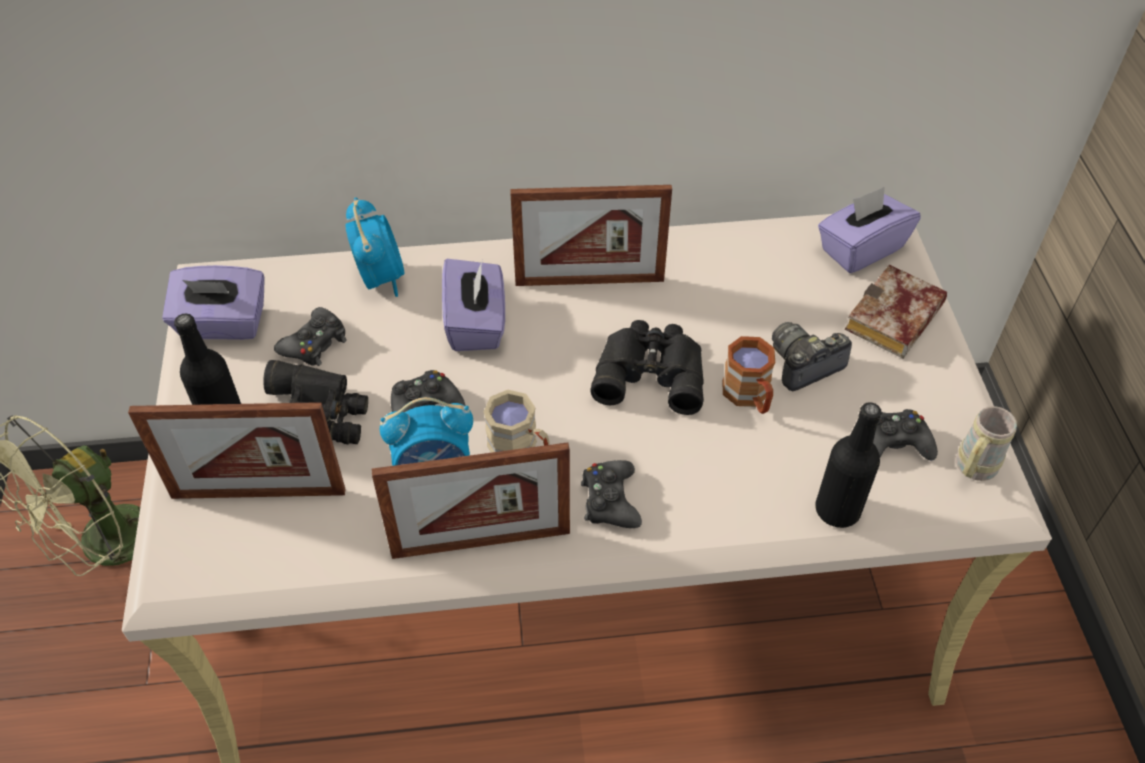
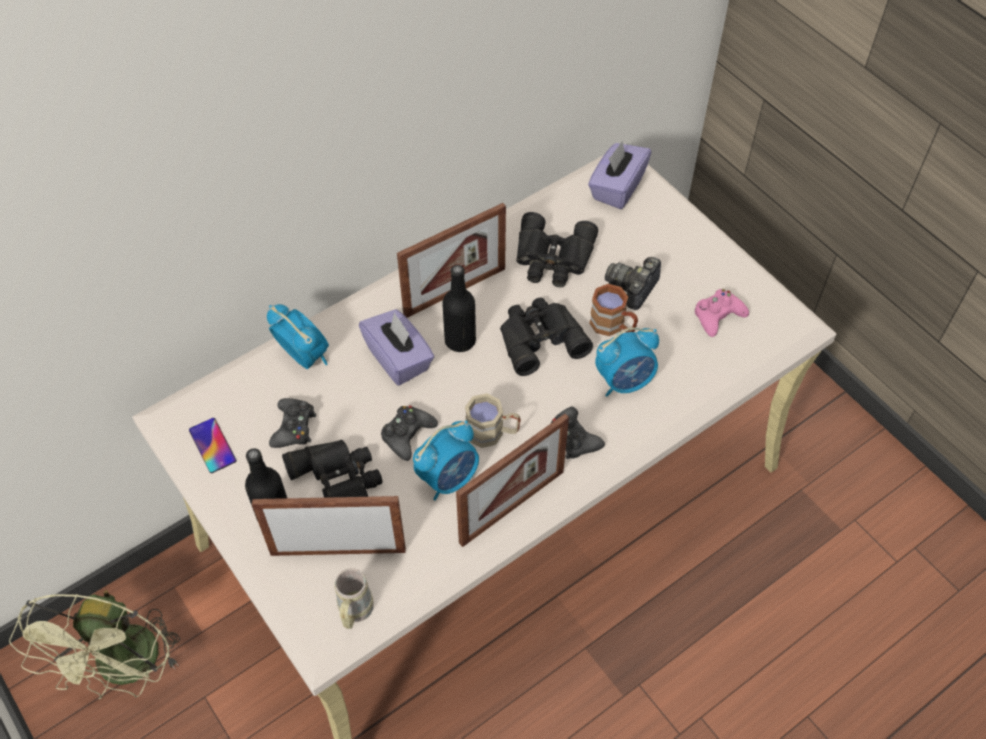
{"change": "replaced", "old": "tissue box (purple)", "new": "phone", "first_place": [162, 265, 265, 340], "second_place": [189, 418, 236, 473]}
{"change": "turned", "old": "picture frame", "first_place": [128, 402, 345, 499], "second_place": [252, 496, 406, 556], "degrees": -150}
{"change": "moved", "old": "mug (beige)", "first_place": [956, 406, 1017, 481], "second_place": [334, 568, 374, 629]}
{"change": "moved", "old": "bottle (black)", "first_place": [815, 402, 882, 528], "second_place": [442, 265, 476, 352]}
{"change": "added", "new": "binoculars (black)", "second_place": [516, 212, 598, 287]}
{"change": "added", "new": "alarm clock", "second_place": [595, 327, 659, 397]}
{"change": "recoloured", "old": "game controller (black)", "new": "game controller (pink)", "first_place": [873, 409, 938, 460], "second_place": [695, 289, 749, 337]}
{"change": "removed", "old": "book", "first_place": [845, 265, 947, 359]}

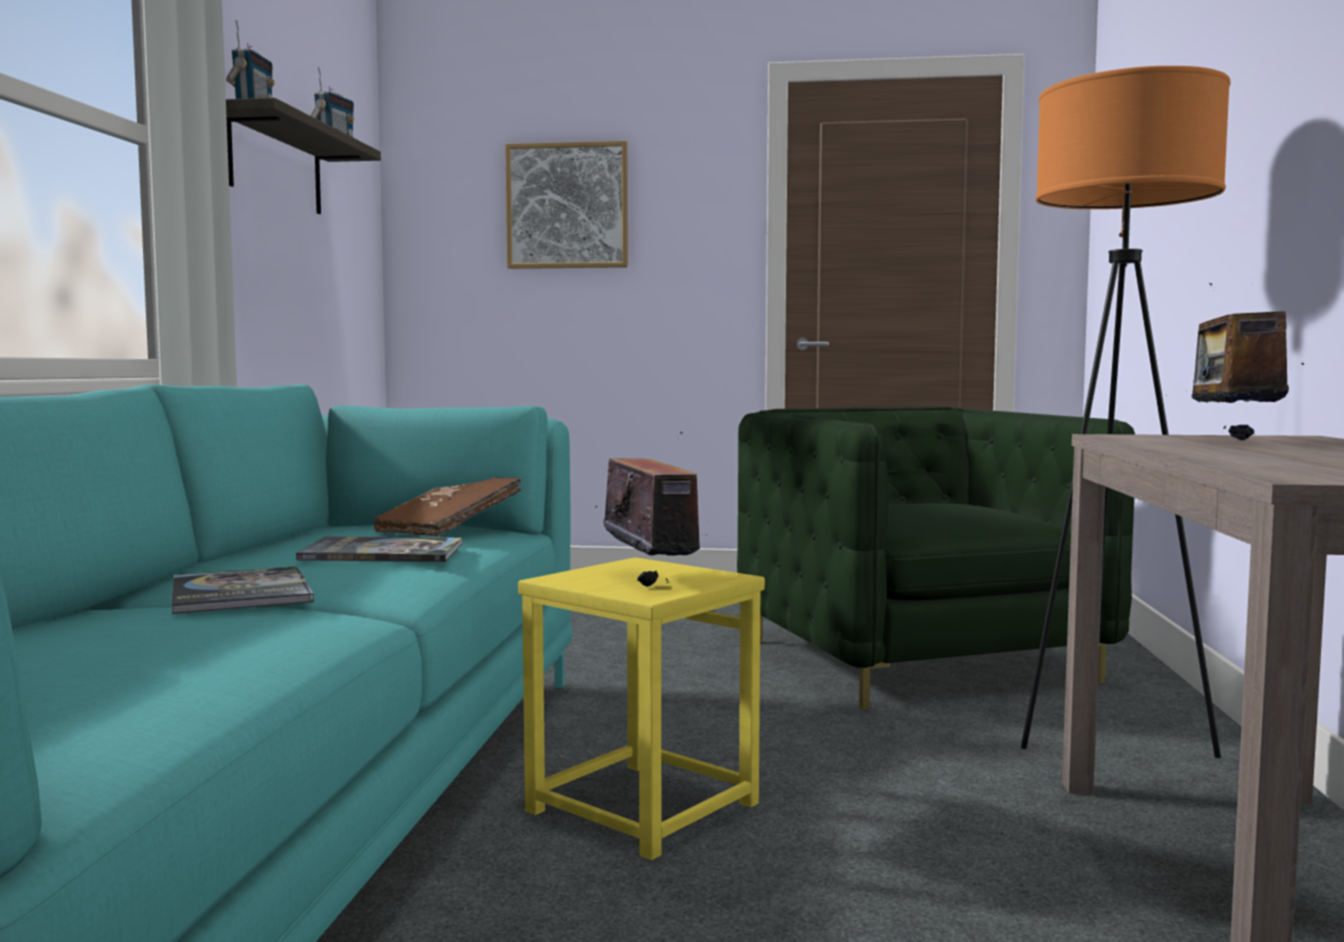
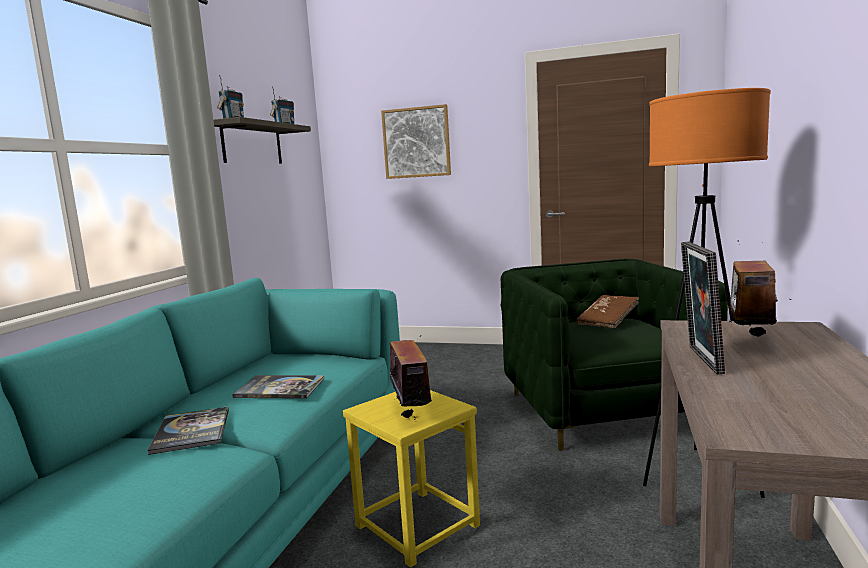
{"change": "moved", "old": "book (brown)", "first_place": [374, 477, 522, 536], "second_place": [577, 295, 639, 328]}
{"change": "added", "new": "picture frame", "second_place": [681, 242, 725, 375]}

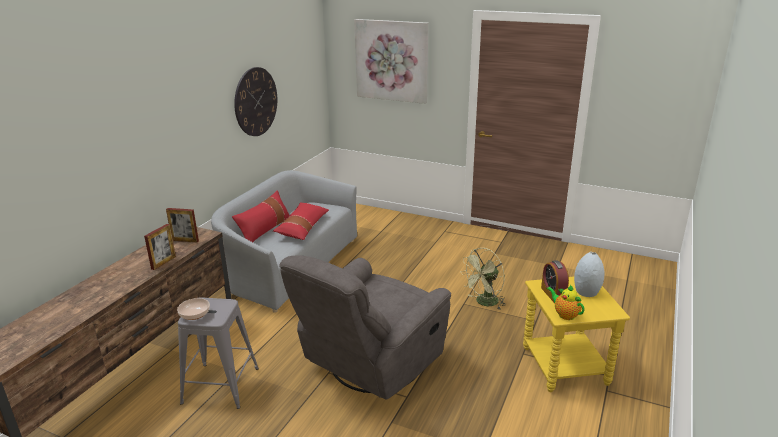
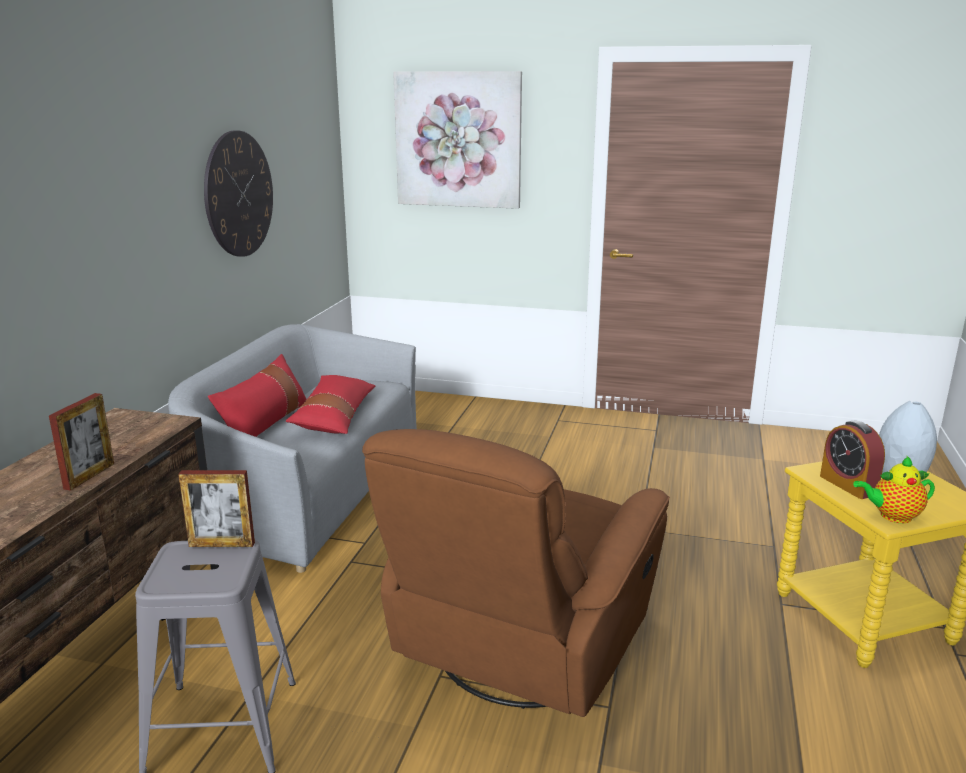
{"change": "moved", "old": "picture frame", "first_place": [166, 208, 199, 242], "second_place": [178, 470, 255, 547]}
{"change": "recoloured", "old": "armchair (grey)", "new": "armchair (brown)", "first_place": [279, 255, 451, 400], "second_place": [362, 429, 670, 717]}
{"change": "turned", "old": "teapot", "first_place": [546, 285, 584, 320], "second_place": [853, 455, 935, 523], "degrees": -45}
{"change": "removed", "old": "bowl", "first_place": [177, 298, 210, 320]}
{"change": "removed", "old": "fan (green)", "first_place": [460, 248, 506, 310]}

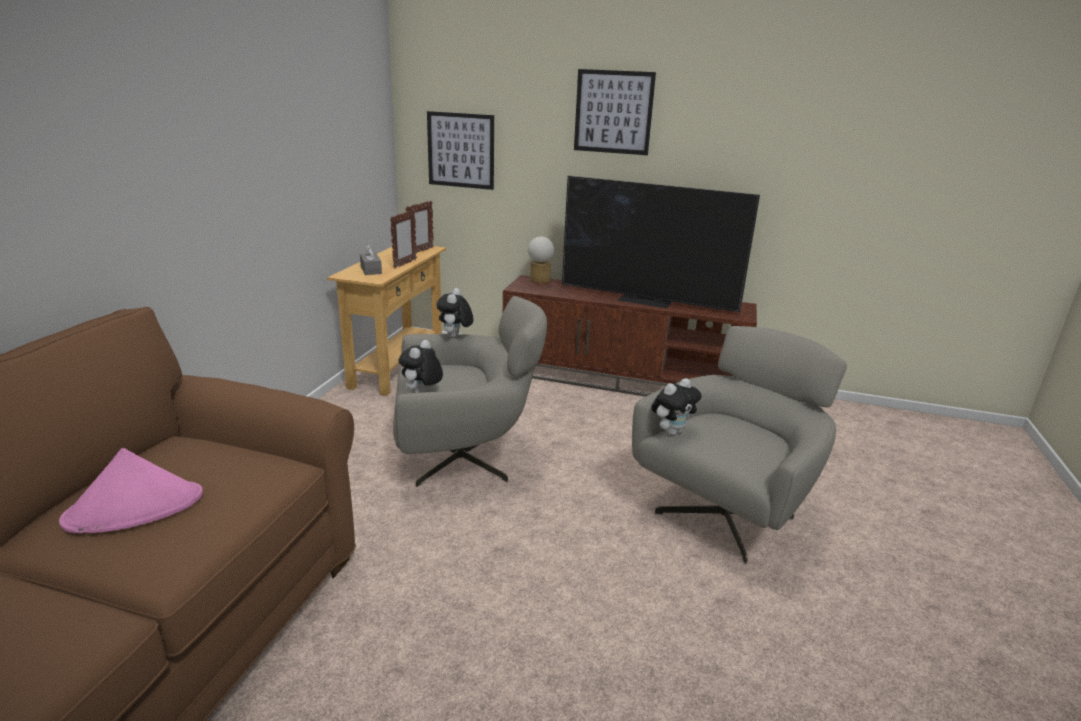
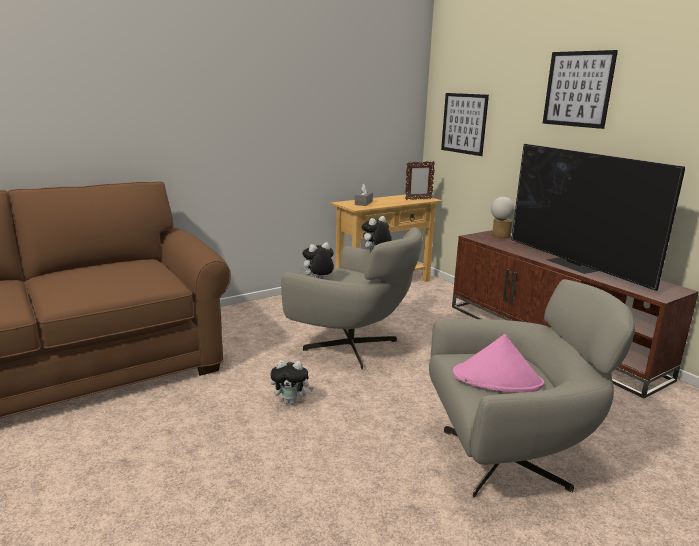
{"change": "moved", "old": "plush toy", "first_place": [651, 378, 701, 435], "second_place": [270, 360, 314, 404]}
{"change": "moved", "old": "hat (pink)", "first_place": [59, 448, 203, 533], "second_place": [453, 334, 544, 392]}
{"change": "removed", "old": "picture frame", "first_place": [390, 209, 417, 269]}

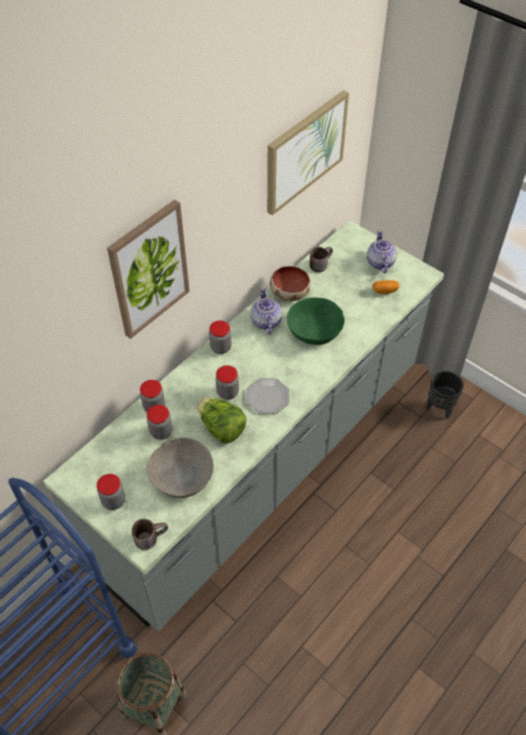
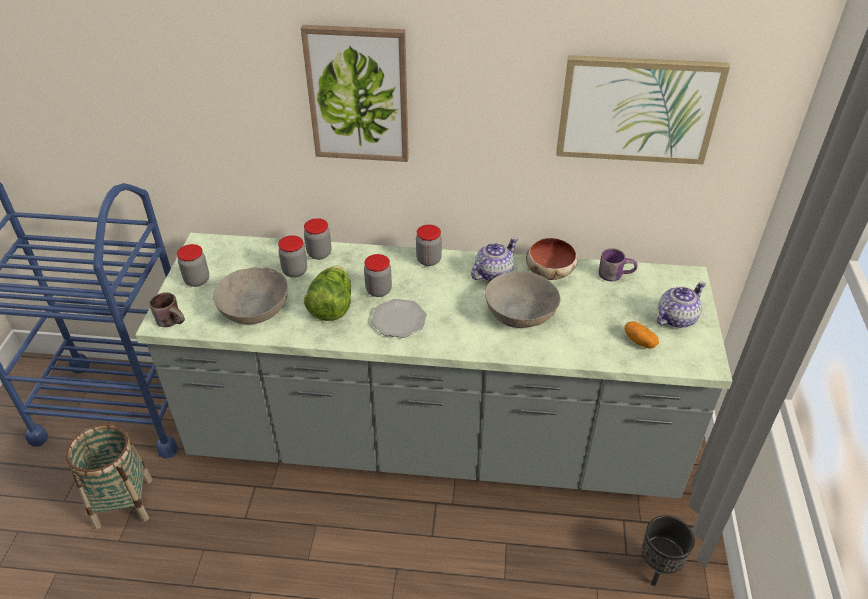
{"change": "recoloured", "old": "bowl (green)", "new": "bowl (grey)", "first_place": [287, 298, 345, 345], "second_place": [485, 271, 560, 328]}
{"change": "recoloured", "old": "mug (brown)", "new": "mug (purple)", "first_place": [310, 247, 333, 272], "second_place": [599, 248, 637, 281]}

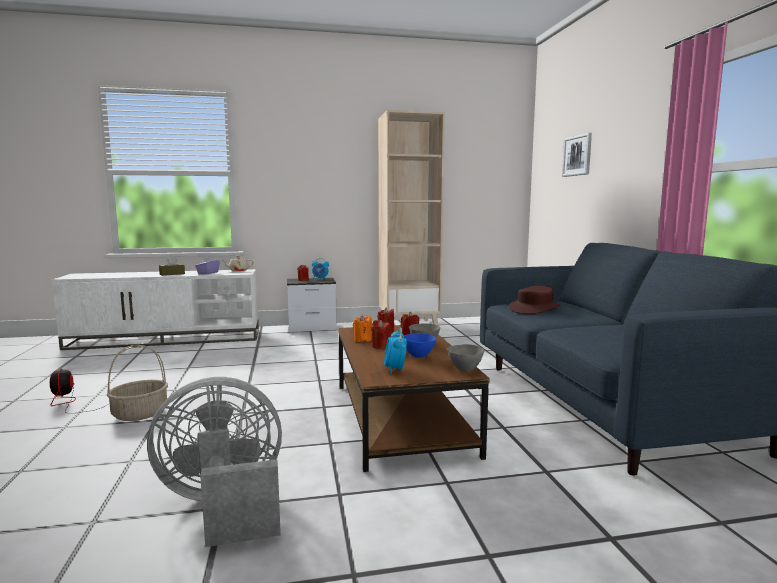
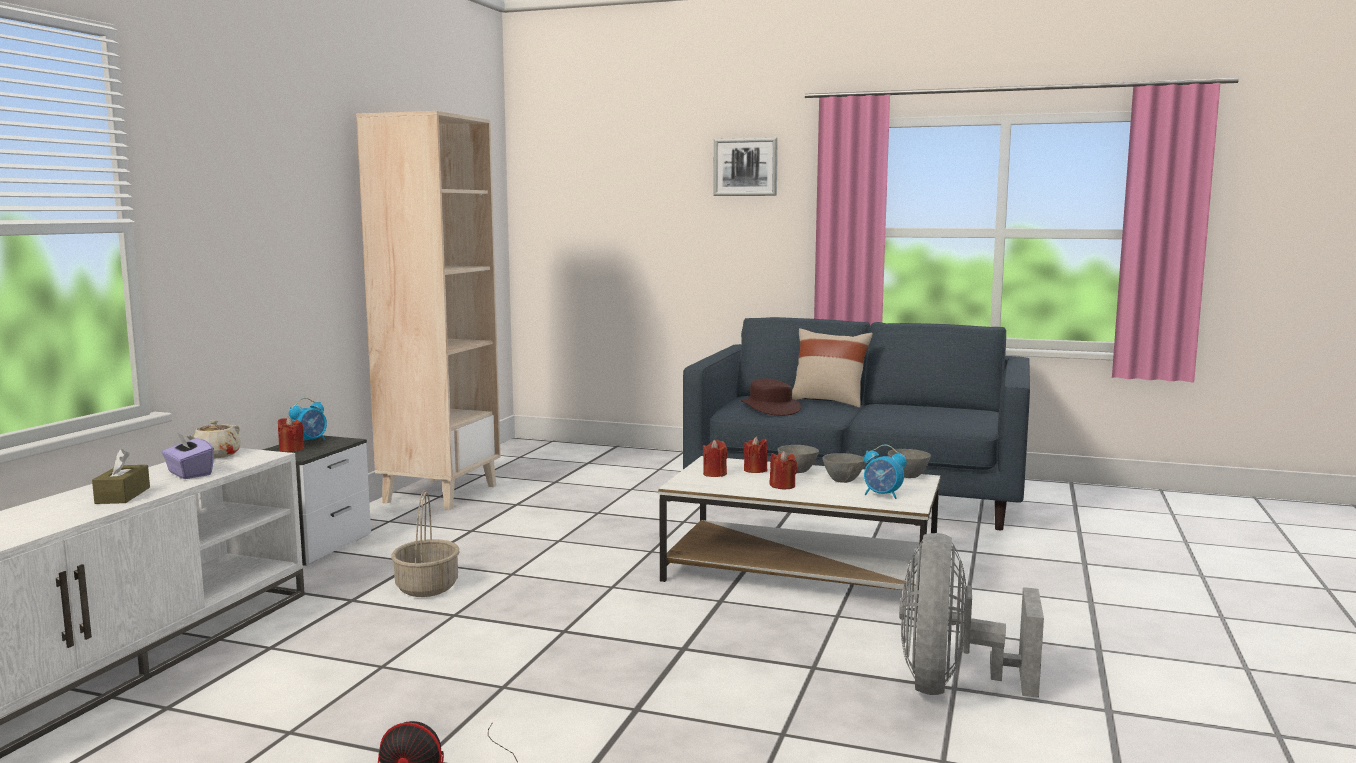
{"change": "moved", "old": "basket", "first_place": [107, 345, 168, 421], "second_place": [391, 491, 459, 597]}
{"change": "recoloured", "old": "coffee table (brown)", "new": "coffee table (white)", "first_place": [338, 325, 490, 472], "second_place": [658, 456, 940, 613]}
{"change": "moved", "old": "picture", "first_place": [562, 133, 592, 177], "second_place": [713, 138, 778, 196]}
{"change": "added", "new": "pillow (beige)", "second_place": [792, 328, 873, 408]}
{"change": "recoloured", "old": "bowl (blue)", "new": "bowl (grey)", "first_place": [404, 333, 436, 358], "second_place": [823, 453, 865, 483]}
{"change": "removed", "old": "candle (orange)", "first_place": [353, 314, 372, 342]}

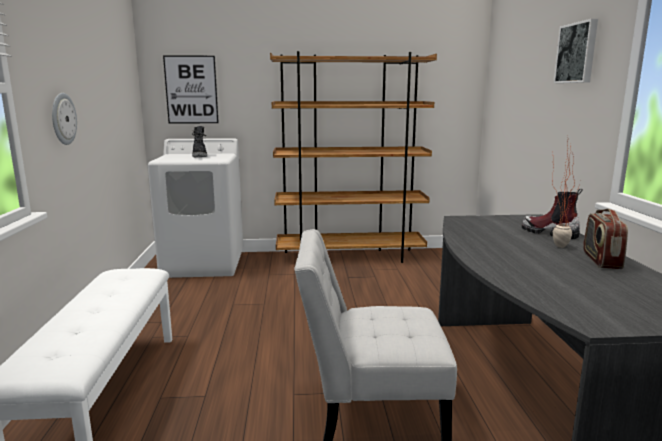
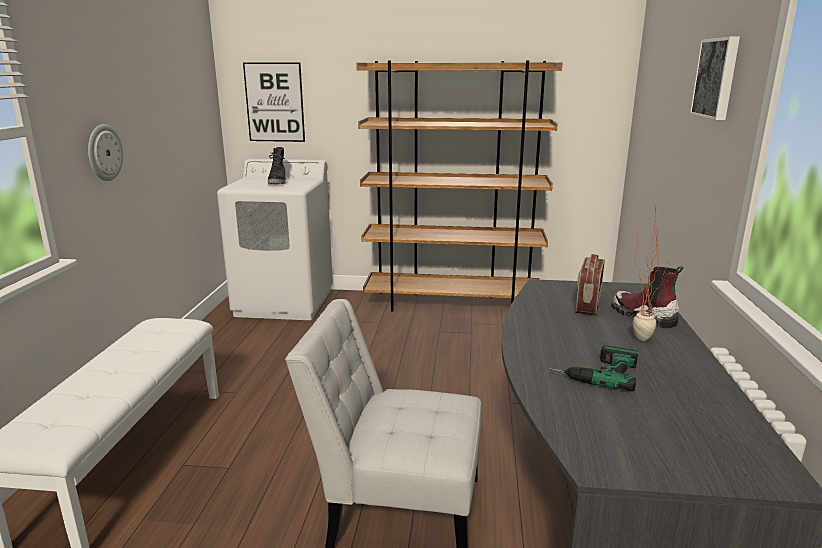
{"change": "added", "new": "power drill", "second_place": [550, 346, 638, 391]}
{"change": "moved", "old": "radio", "first_place": [583, 209, 628, 269], "second_place": [576, 254, 605, 316]}

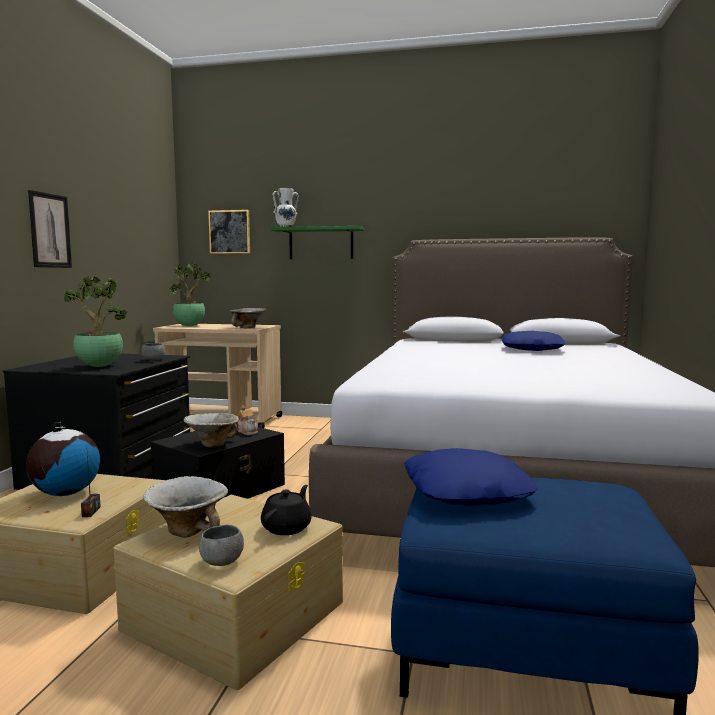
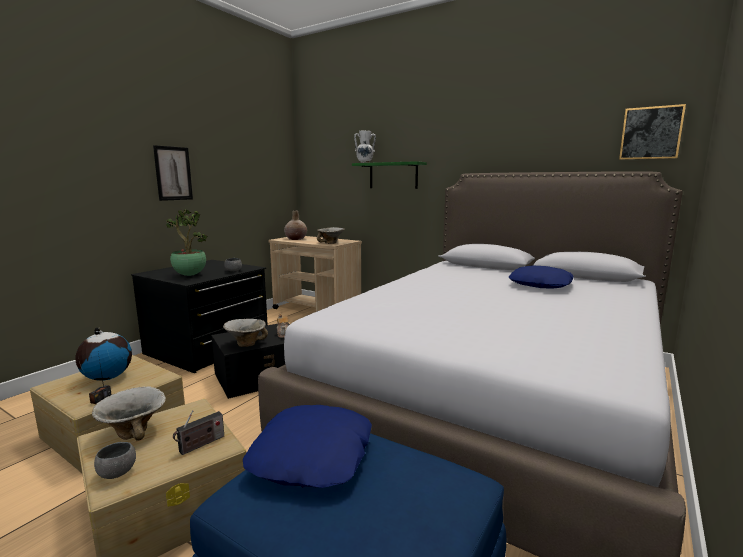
{"change": "replaced", "old": "teapot (black)", "new": "radio", "first_place": [261, 485, 312, 535], "second_place": [173, 410, 224, 455]}
{"change": "replaced", "old": "potted plant", "new": "vase (beige)", "first_place": [169, 263, 211, 326], "second_place": [284, 211, 307, 240]}
{"change": "moved", "old": "picture", "first_place": [208, 210, 250, 254], "second_place": [619, 104, 686, 160]}

